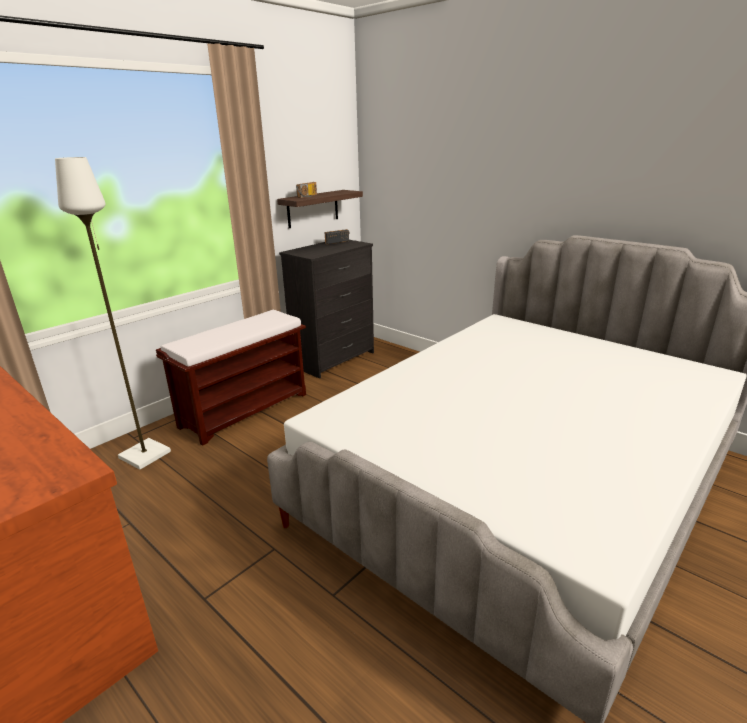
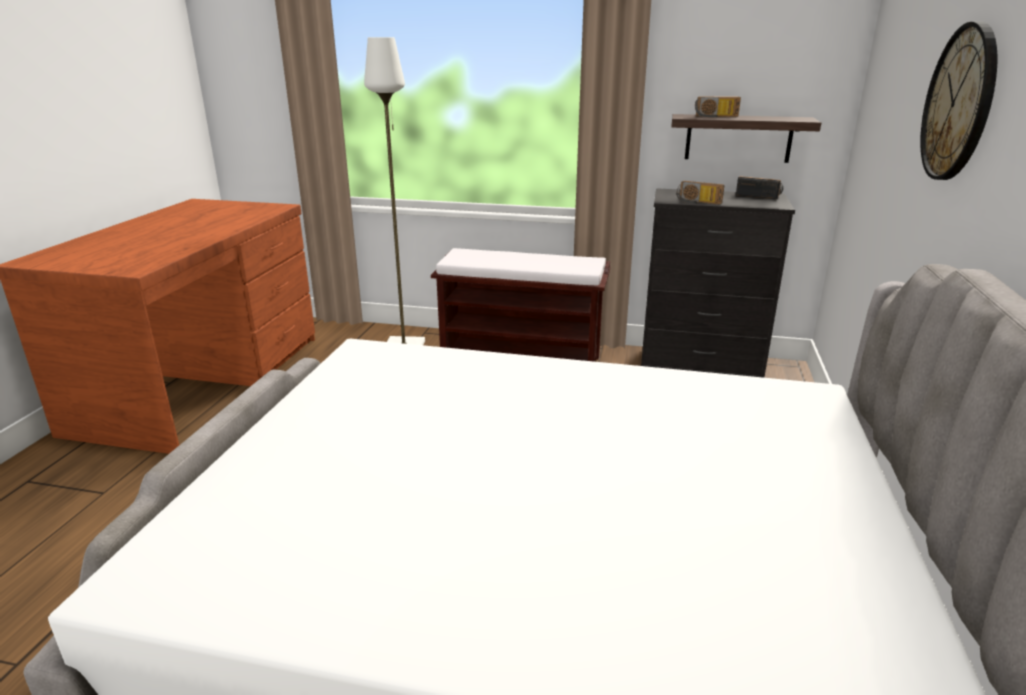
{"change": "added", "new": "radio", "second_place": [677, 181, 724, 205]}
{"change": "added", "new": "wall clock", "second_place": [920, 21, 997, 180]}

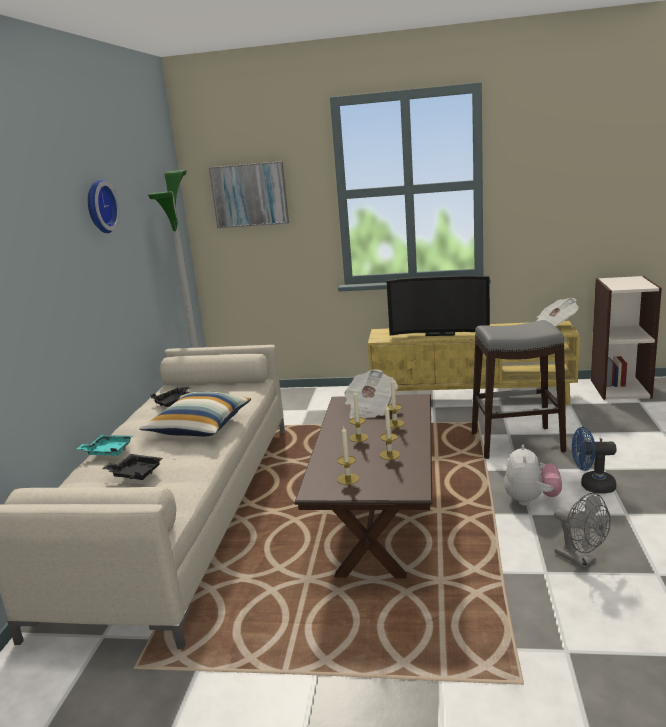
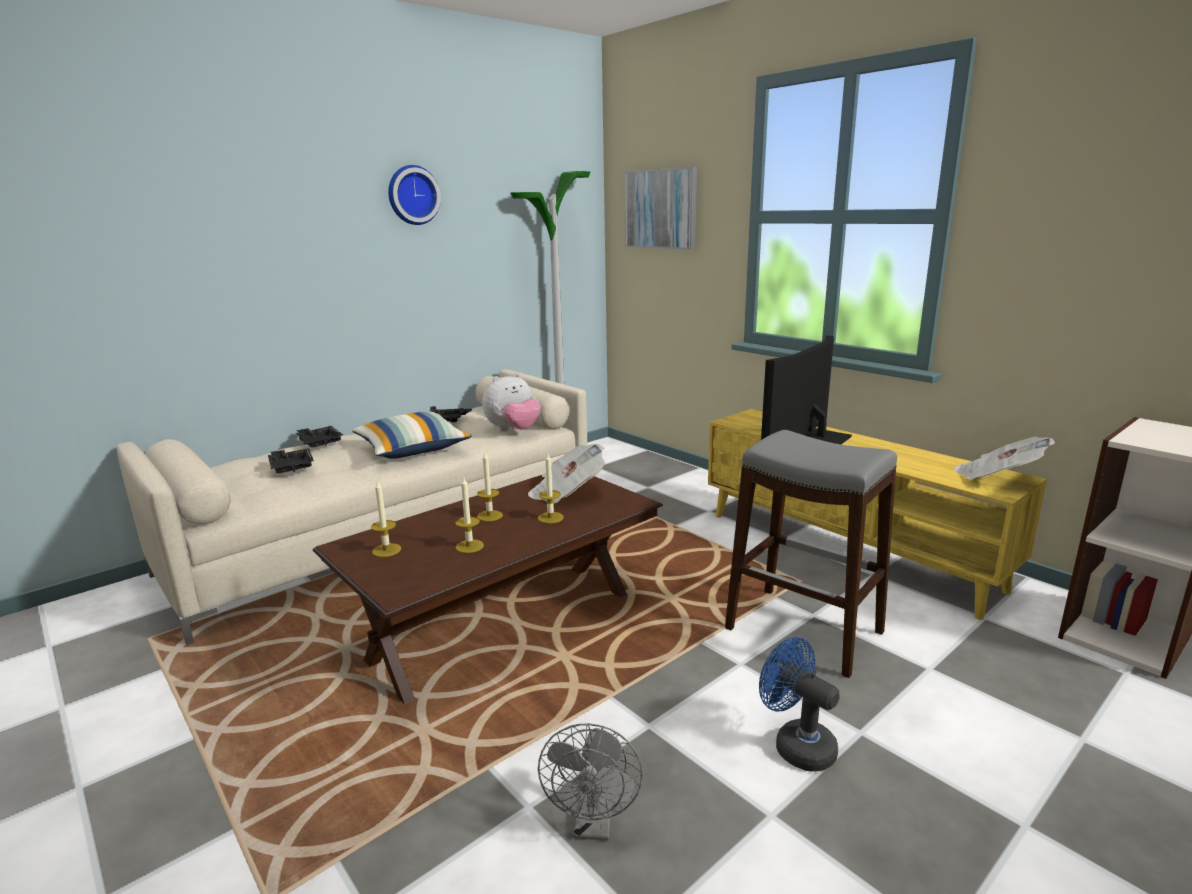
{"change": "recoloured", "old": "tray (turquoise)", "new": "tray (black)", "first_place": [77, 435, 133, 456], "second_place": [296, 426, 343, 448]}
{"change": "moved", "old": "plush toy", "first_place": [504, 445, 562, 506], "second_place": [482, 373, 541, 431]}
{"change": "turned", "old": "television", "first_place": [387, 275, 490, 336], "second_place": [761, 335, 852, 444], "degrees": 75}

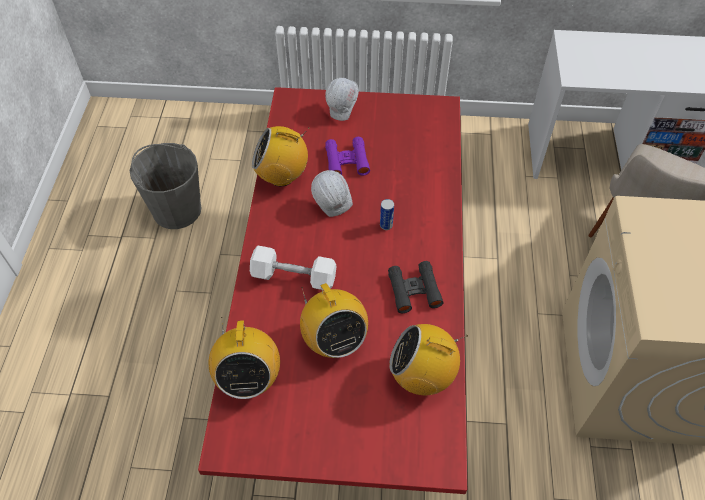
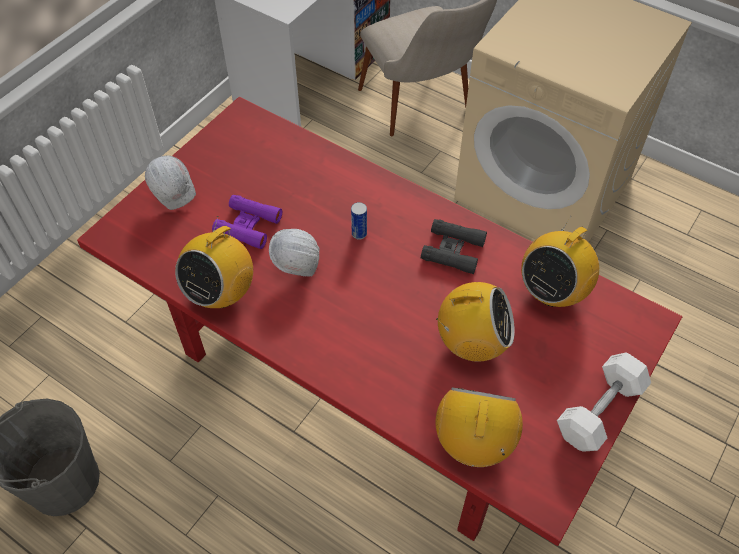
{"change": "turned", "old": "radio", "first_place": [209, 317, 280, 399], "second_place": [436, 387, 523, 467], "degrees": -105}
{"change": "moved", "old": "dumbbell (white)", "first_place": [250, 246, 337, 290], "second_place": [557, 352, 651, 452]}

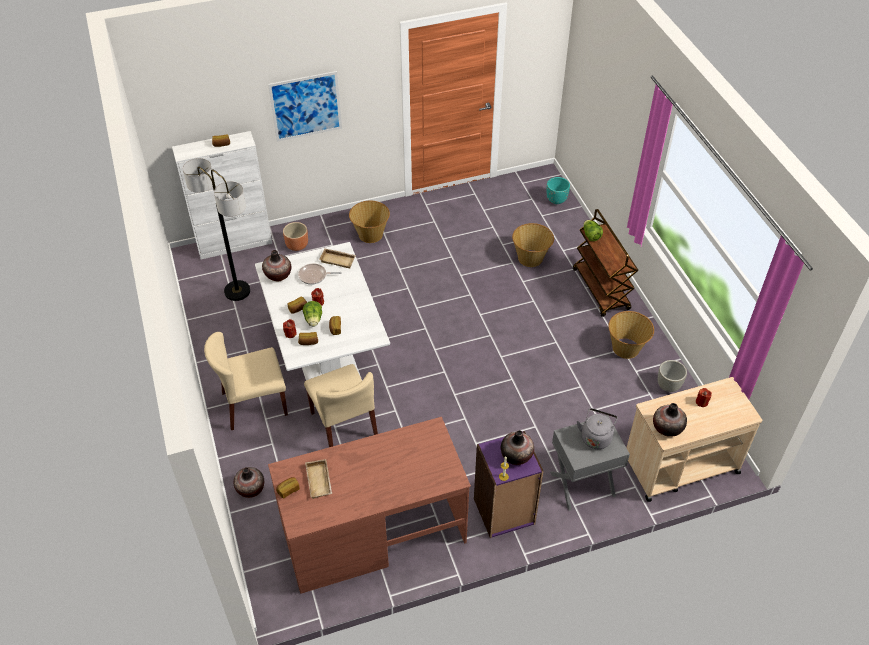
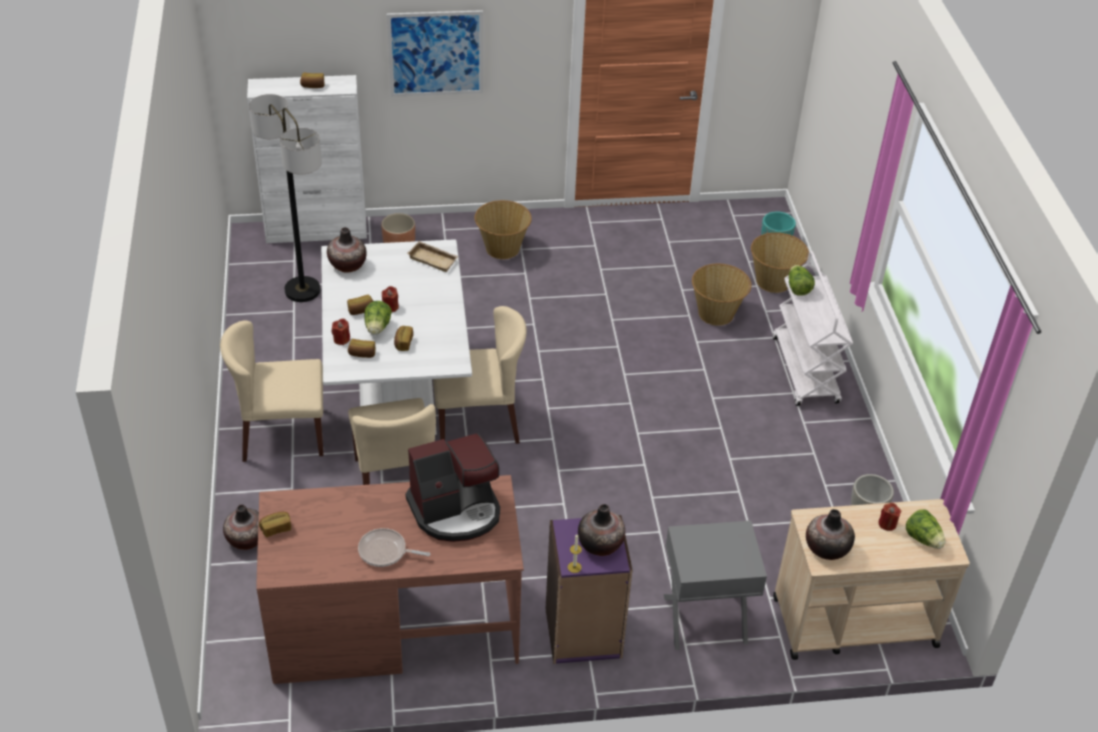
{"change": "moved", "old": "frying pan", "first_place": [298, 263, 342, 285], "second_place": [358, 528, 431, 567]}
{"change": "added", "new": "coffee machine", "second_place": [406, 433, 500, 542]}
{"change": "added", "new": "chair (beige)", "second_place": [433, 306, 527, 444]}
{"change": "moved", "old": "basket", "first_place": [608, 311, 654, 359], "second_place": [751, 232, 809, 293]}
{"change": "recoloured", "old": "cart (brown)", "new": "cart (white)", "first_place": [573, 209, 638, 317], "second_place": [773, 251, 853, 406]}
{"change": "added", "new": "lettuce", "second_place": [906, 509, 945, 549]}
{"change": "removed", "old": "tray (beige)", "first_place": [305, 459, 332, 499]}
{"change": "removed", "old": "kettle (grey)", "first_place": [577, 408, 618, 449]}

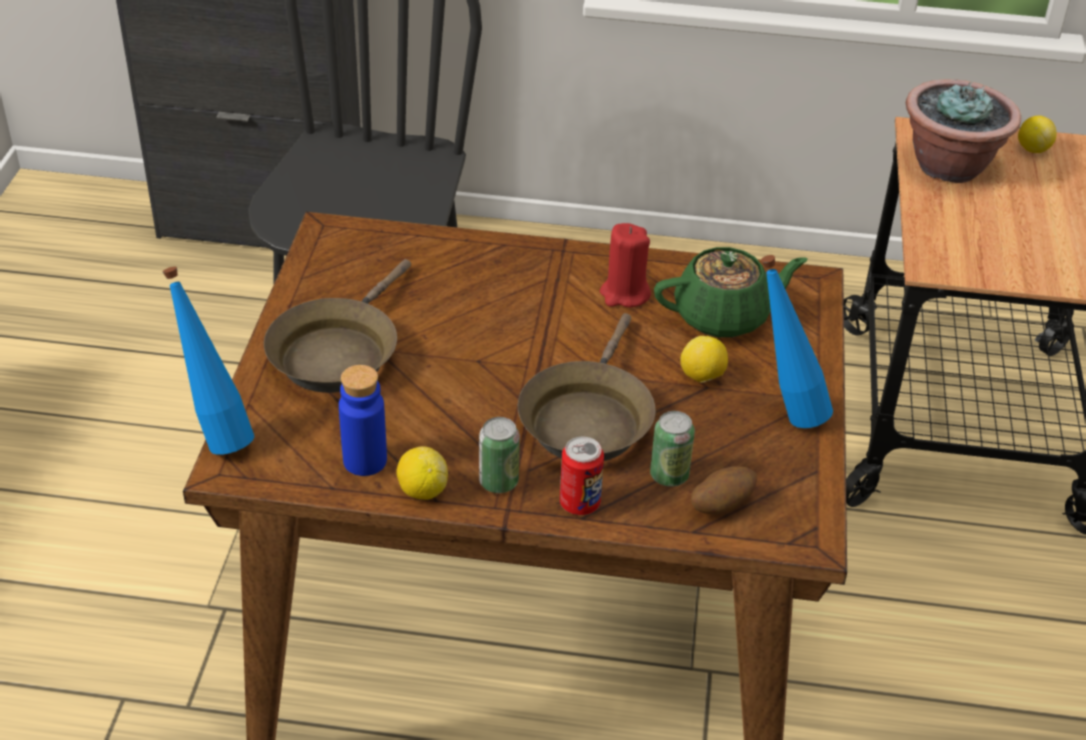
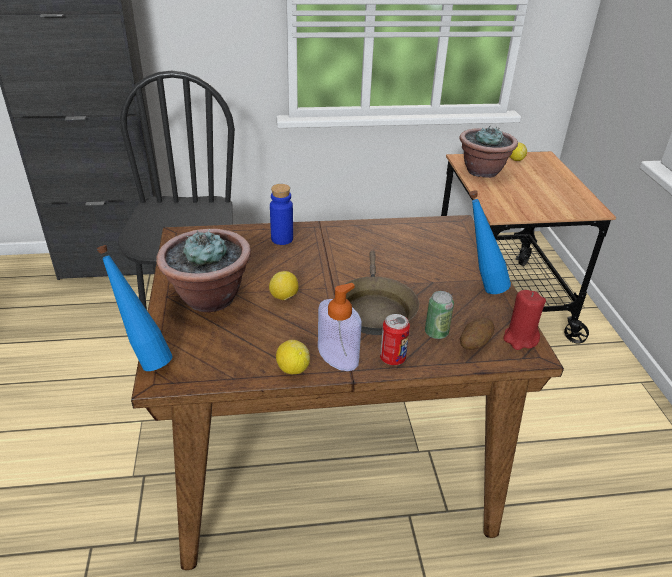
{"change": "replaced", "old": "frying pan (brown)", "new": "potted plant", "first_place": [264, 259, 411, 393], "second_place": [156, 229, 251, 312]}
{"change": "moved", "old": "lemon", "first_place": [680, 336, 728, 383], "second_place": [269, 271, 299, 300]}
{"change": "moved", "old": "bottle (blue)", "first_place": [339, 365, 387, 476], "second_place": [270, 184, 293, 245]}
{"change": "replaced", "old": "can", "new": "soap dispenser", "first_place": [479, 417, 520, 493], "second_place": [318, 283, 362, 371]}
{"change": "moved", "old": "candle (red)", "first_place": [600, 223, 651, 307], "second_place": [503, 290, 546, 350]}
{"change": "removed", "old": "teapot (green)", "first_place": [654, 247, 808, 337]}

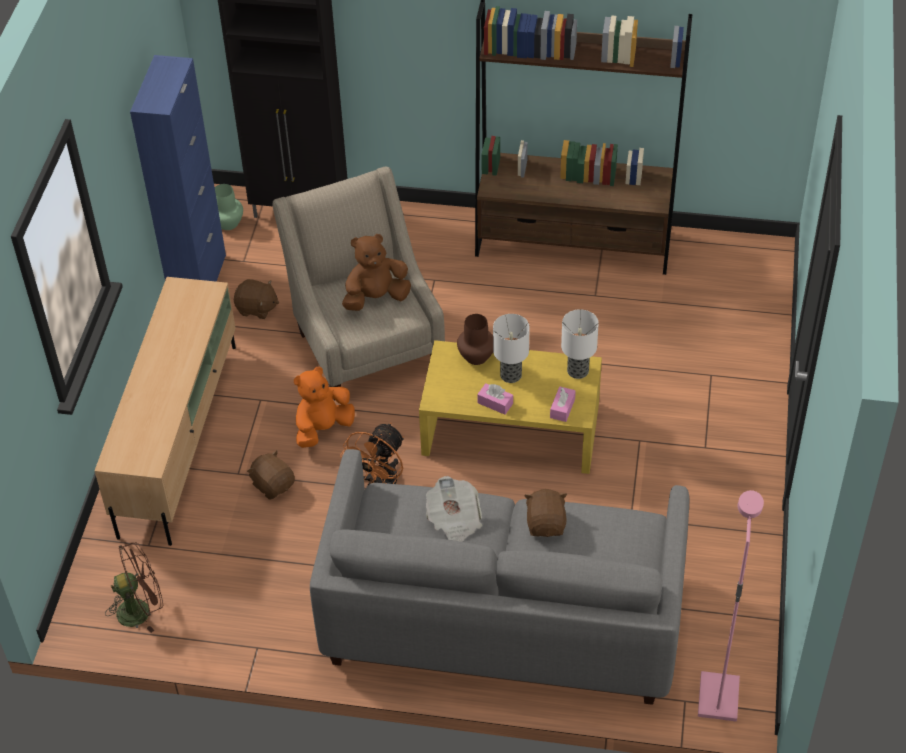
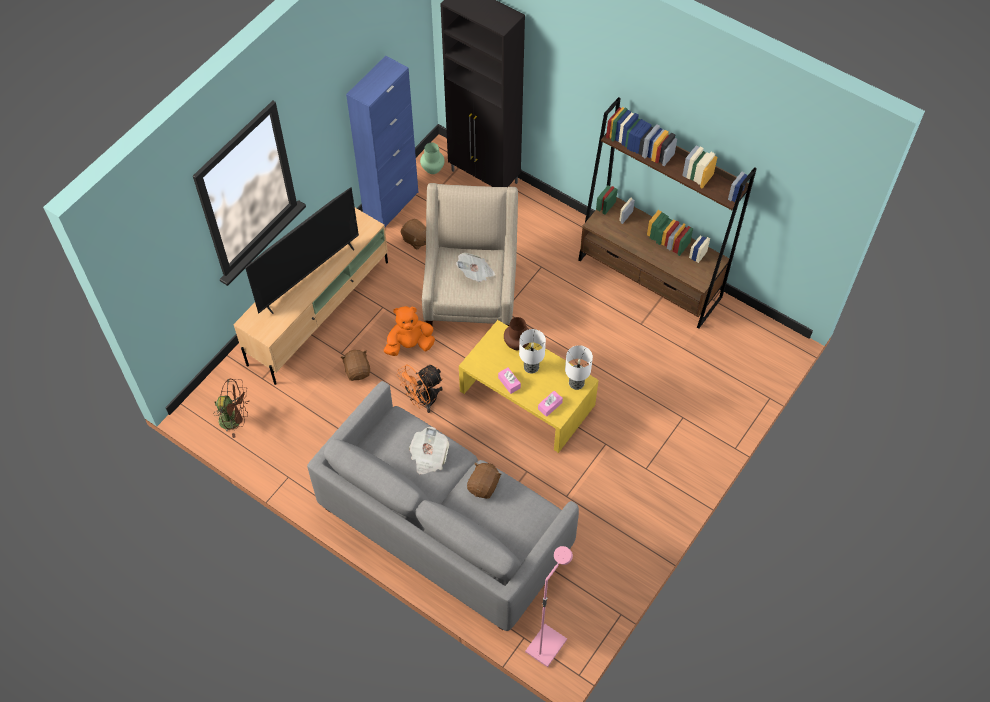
{"change": "added", "new": "television", "second_place": [245, 187, 359, 314]}
{"change": "replaced", "old": "plush toy (brown)", "new": "newspaper", "first_place": [342, 234, 411, 311], "second_place": [456, 253, 495, 282]}

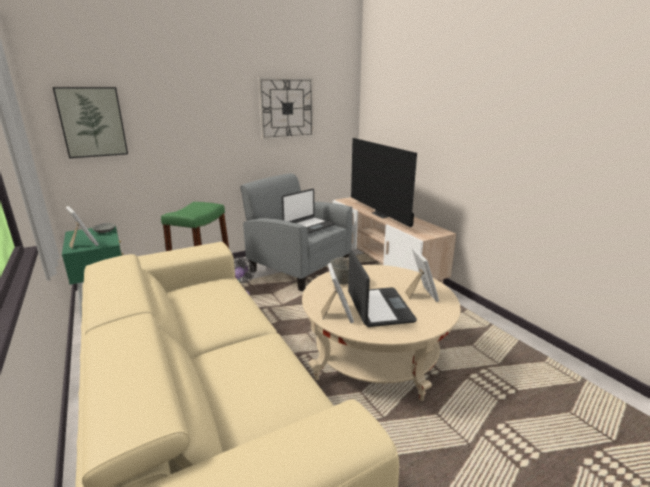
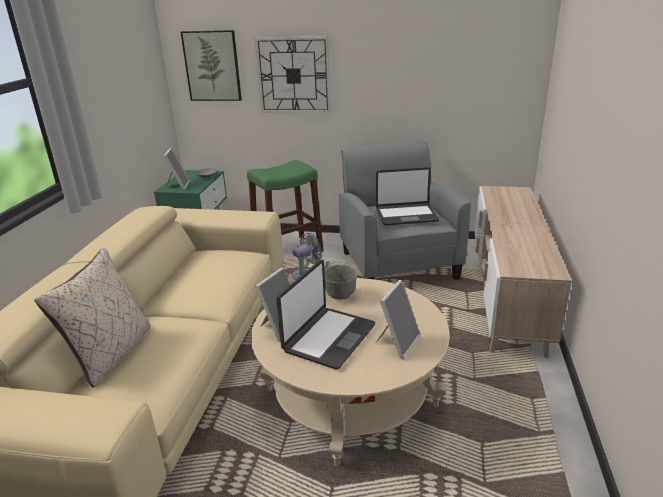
{"change": "added", "new": "pillow (beige)", "second_place": [34, 248, 151, 388]}
{"change": "moved", "old": "wall clock", "first_place": [258, 77, 314, 140], "second_place": [254, 36, 331, 113]}
{"change": "removed", "old": "television", "first_place": [351, 138, 417, 227]}

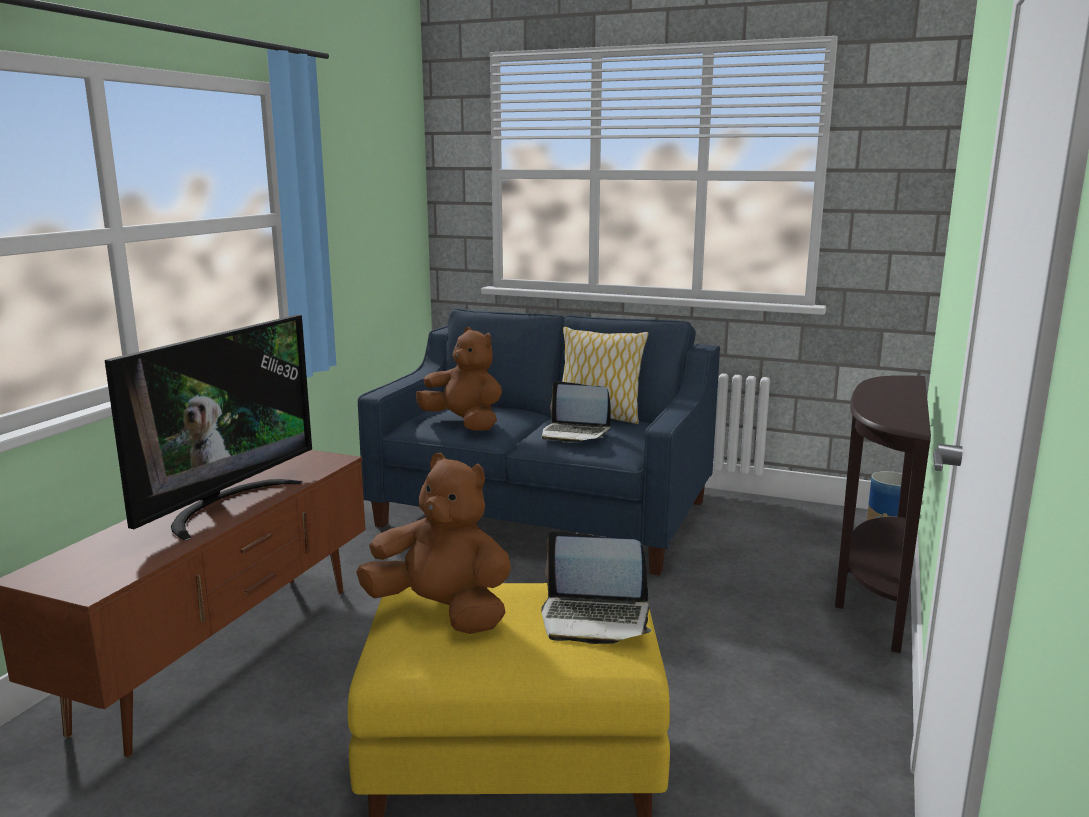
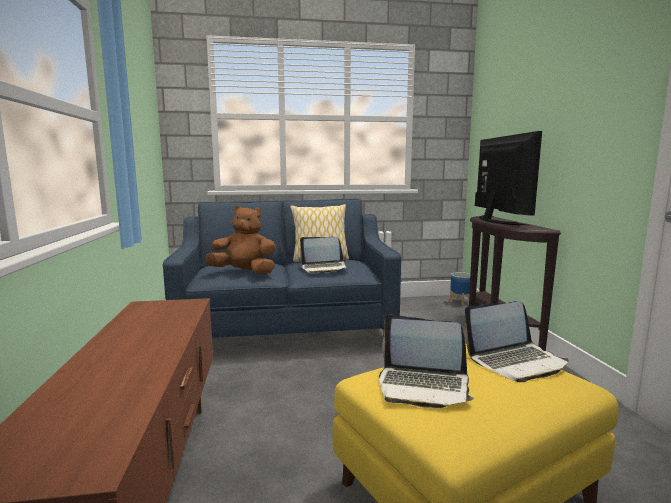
{"change": "replaced", "old": "plush toy (brown)", "new": "laptop", "first_place": [356, 453, 511, 634], "second_place": [379, 315, 474, 408]}
{"change": "moved", "old": "television", "first_place": [105, 315, 312, 541], "second_place": [475, 131, 542, 225]}

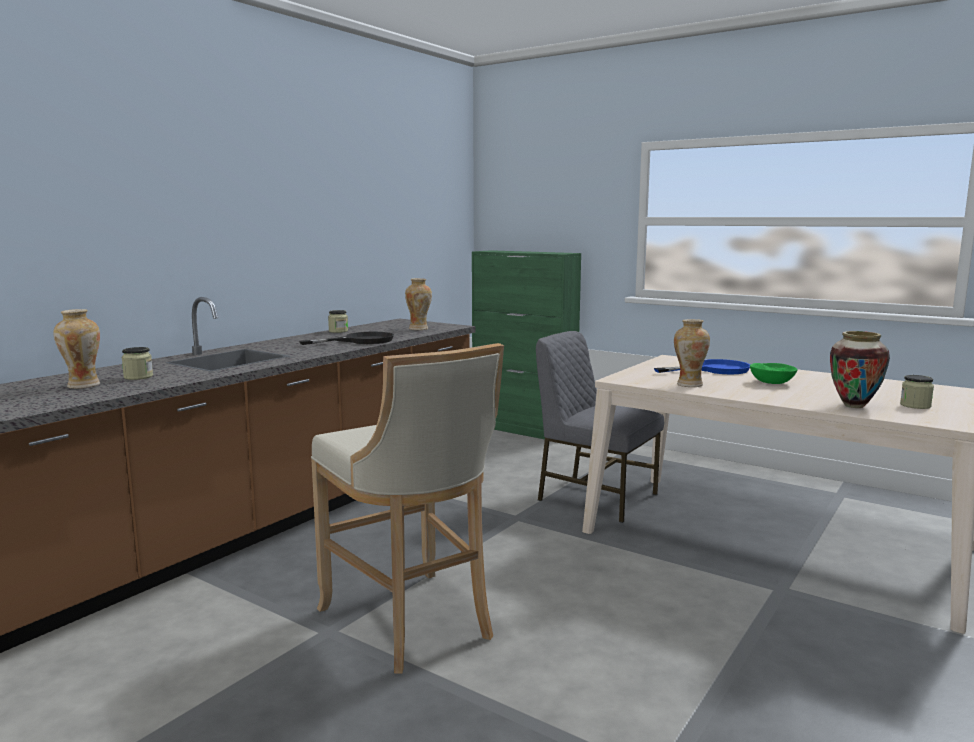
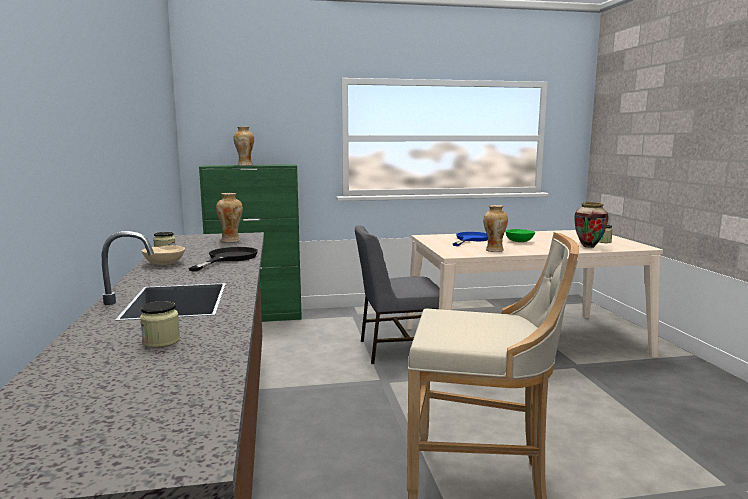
{"change": "added", "new": "bowl (beige)", "second_place": [142, 245, 185, 265]}
{"change": "moved", "old": "vase", "first_place": [53, 309, 100, 389], "second_place": [234, 127, 254, 166]}

